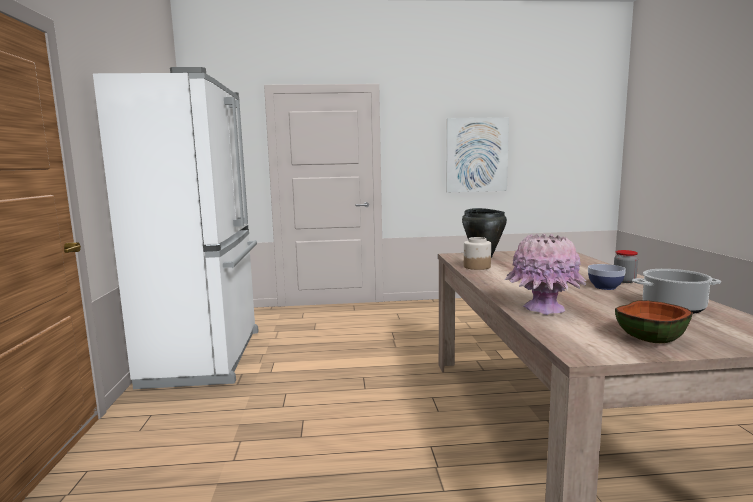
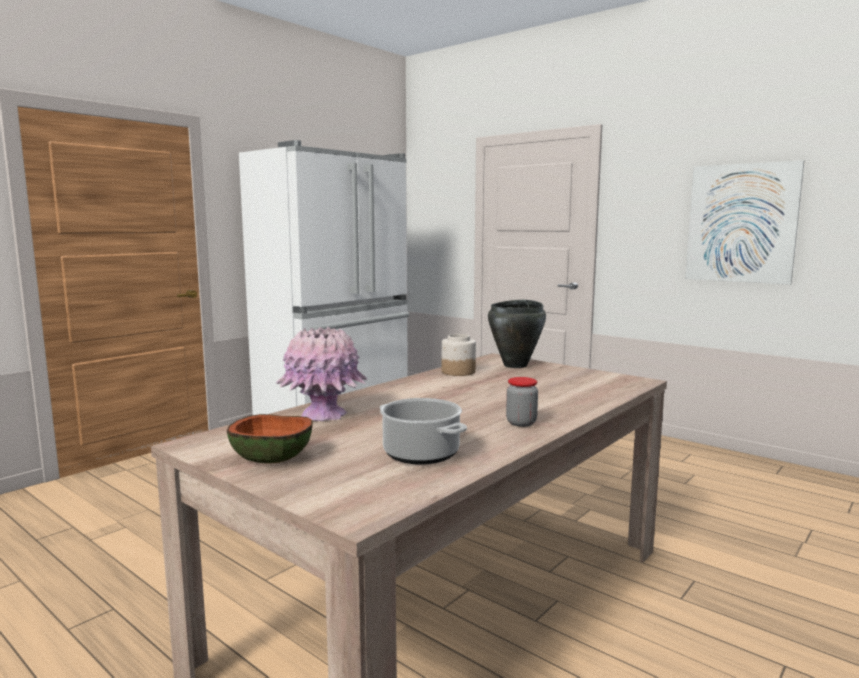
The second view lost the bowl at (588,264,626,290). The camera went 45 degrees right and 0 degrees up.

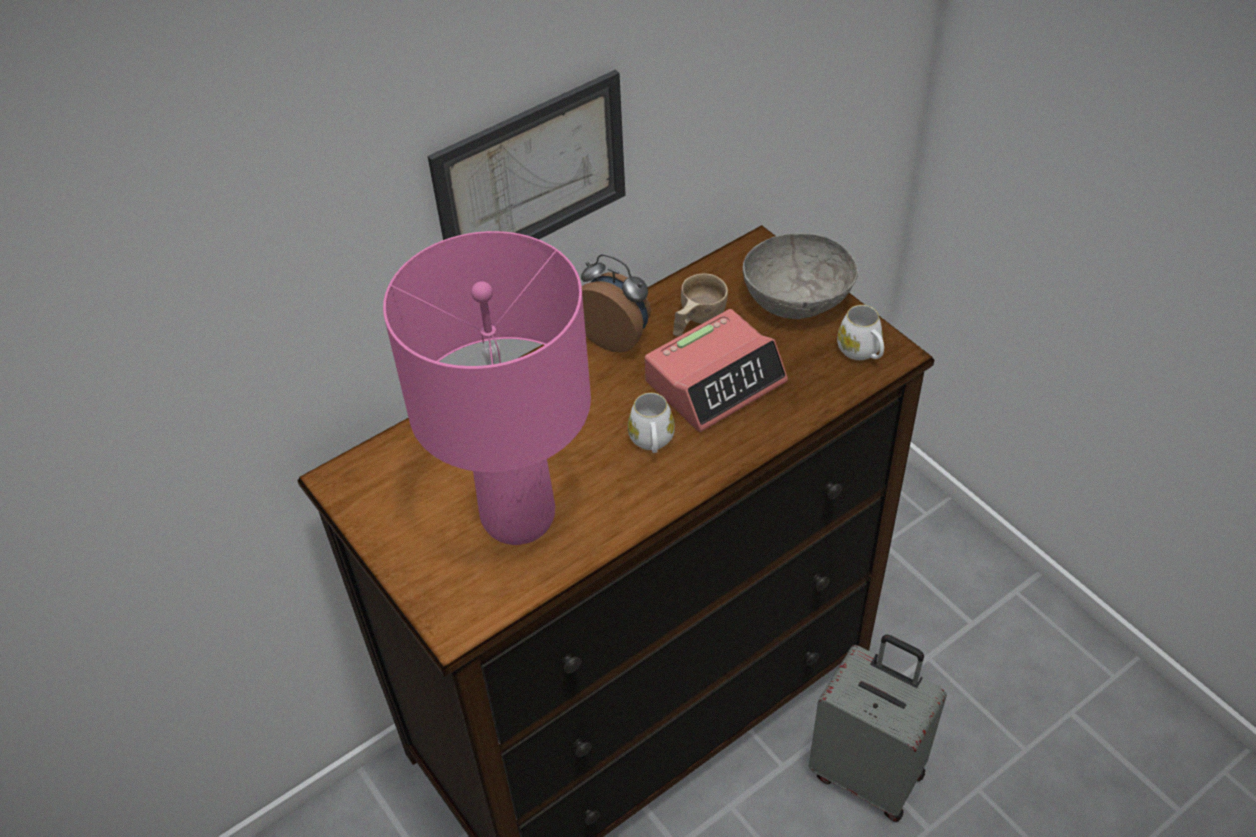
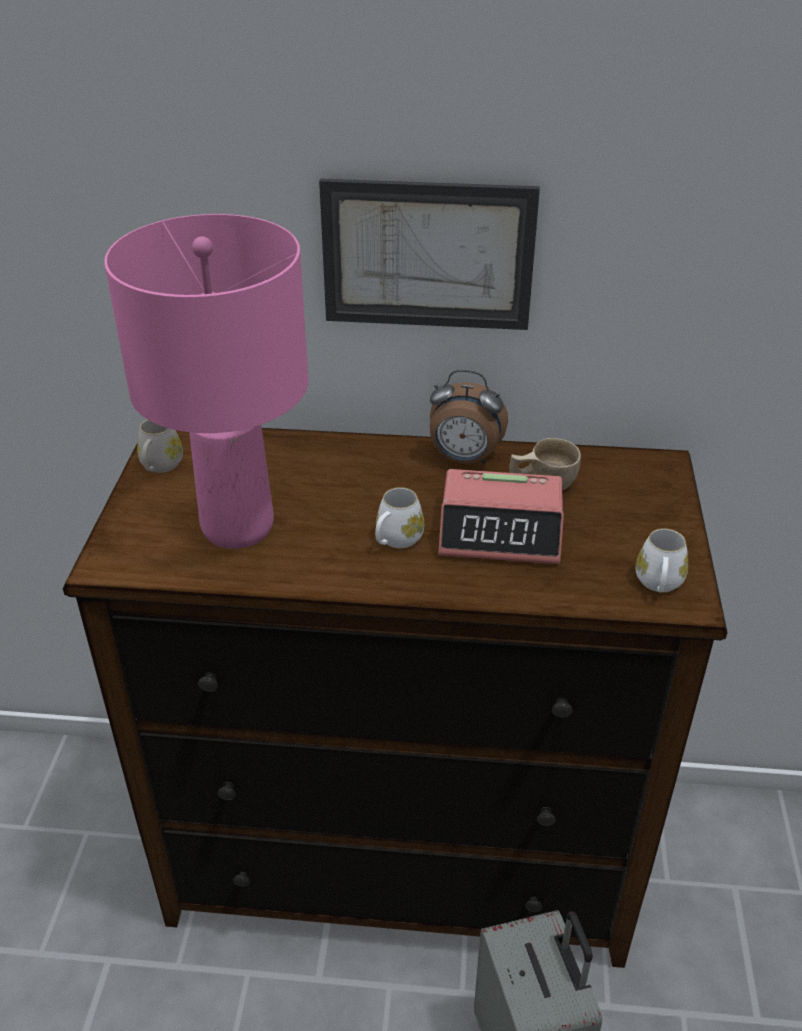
The second view lost the bowl (gray) at (743,233,858,319). The bedside clock at (581,254,651,353) ended up facing another way, 120 degrees clockwise from before. The second view gained the mug (white) at (137,419,183,473). The camera went 40 degrees right and 10 degrees down.

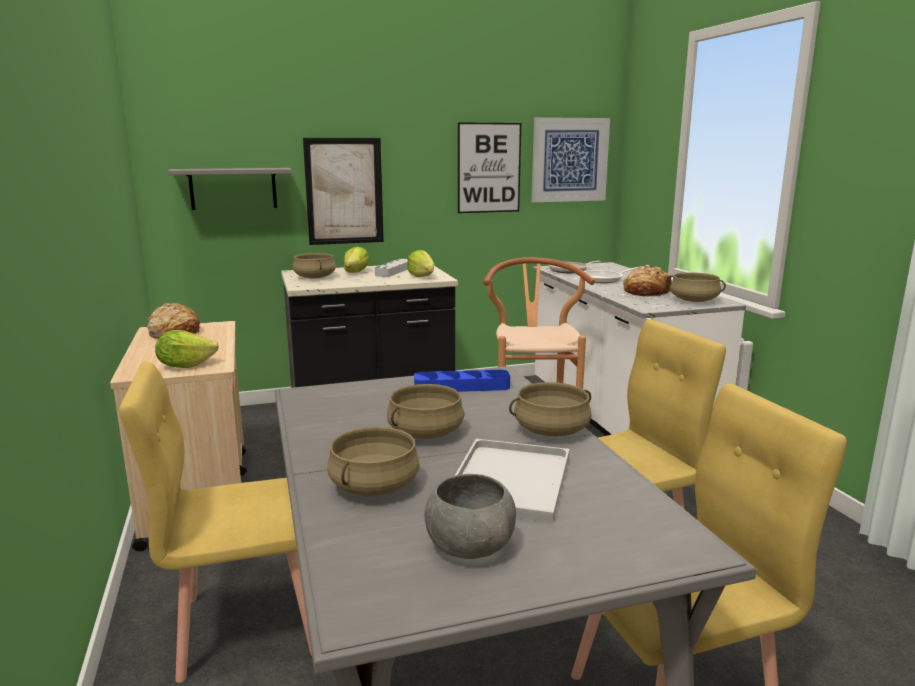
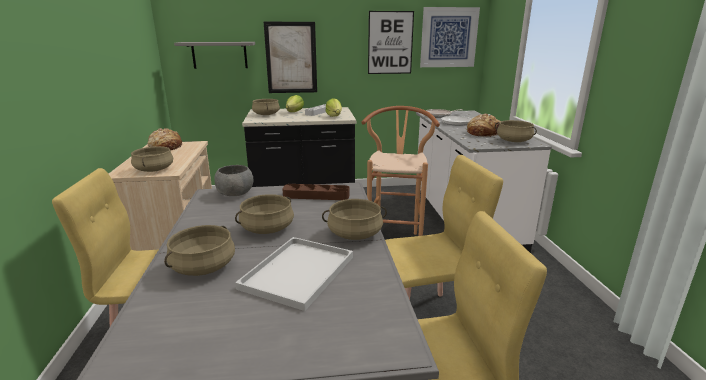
Where the lettuce stood at (155,330,219,368), the stockpot (sand-coloured) came to stand at (131,146,173,172). What was the carrying tray (bluish) at (414,370,510,392) turned into the carrying tray (brown-coloured) at (282,184,350,200). The bowl (gray) ended up elsewhere, having gone from (424,474,516,559) to (214,165,253,196). The camera went 10 degrees right and 5 degrees up.

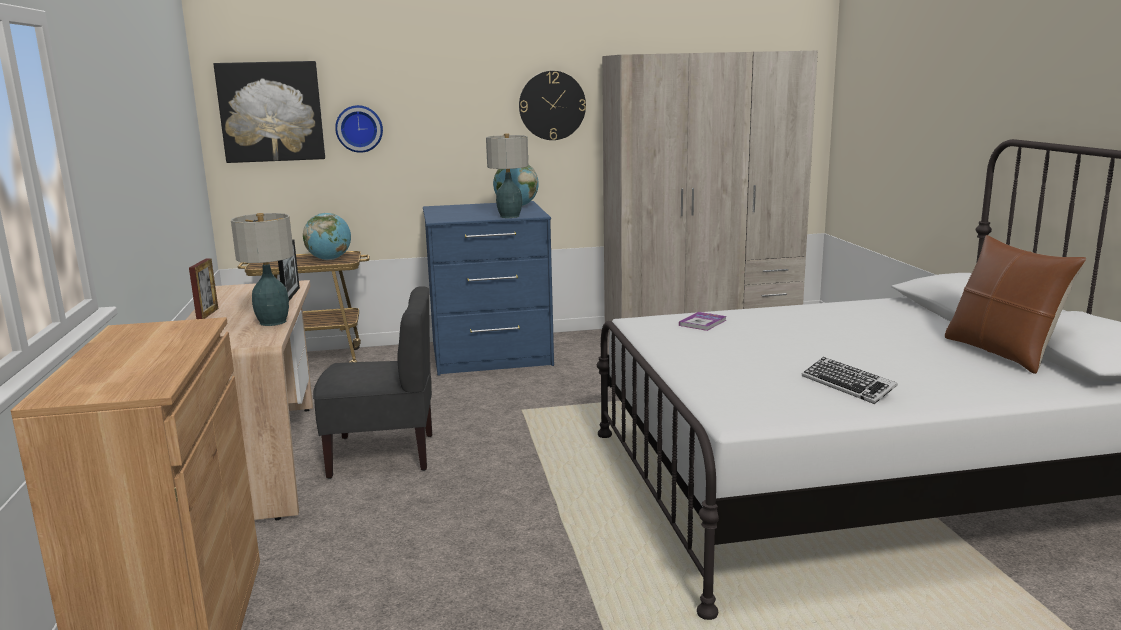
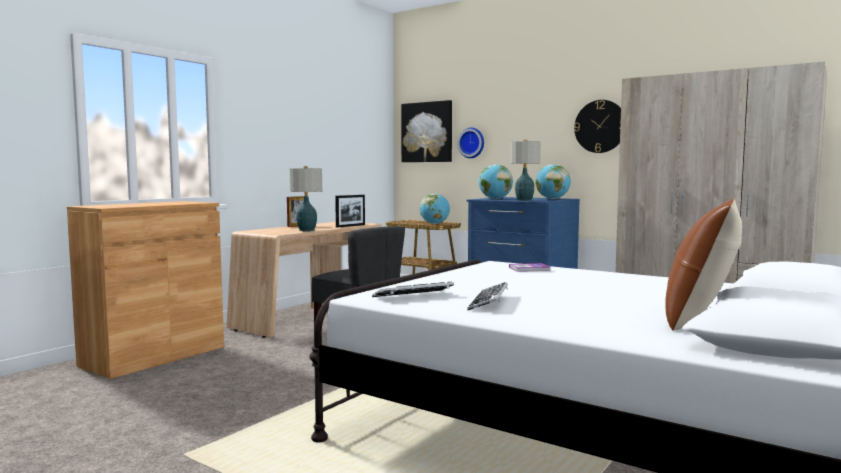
The second view gained the globe at (479,164,513,199). The second view gained the PC keyboard at (372,282,454,297). The camera went 45 degrees right and 10 degrees down.

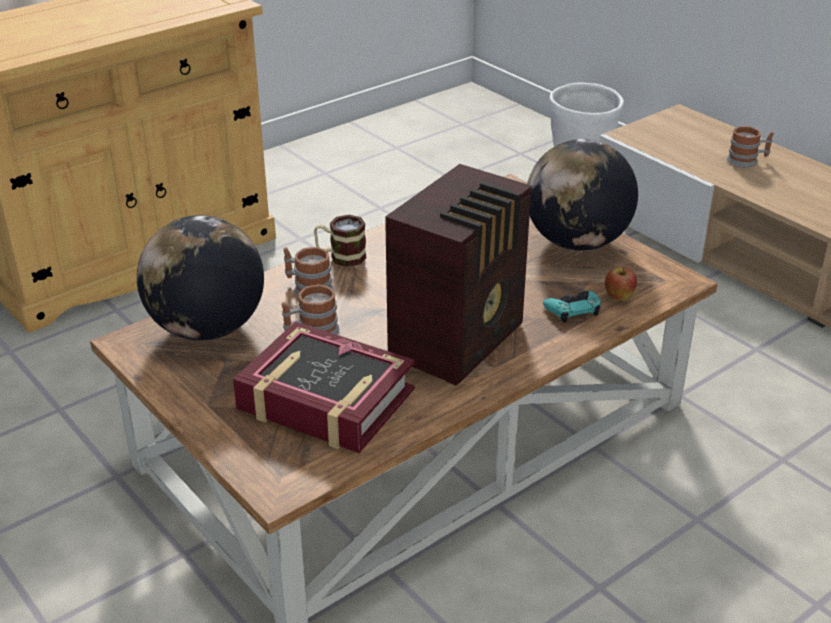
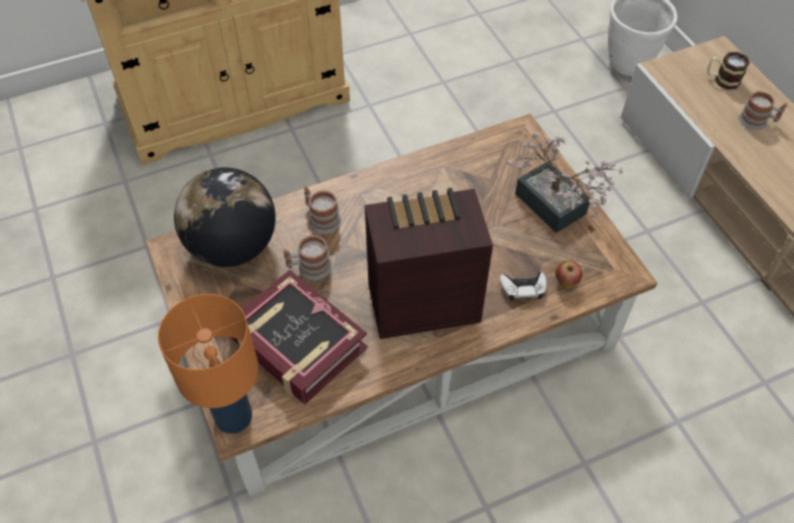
Where the globe stood at (527,139,638,251), the potted plant came to stand at (507,132,623,233). The radio at (385,164,532,386) ended up facing another way, 150 degrees counterclockwise from before. The mug ended up elsewhere, having gone from (314,215,367,267) to (707,52,750,90). What was the game controller (blue-green) at (543,291,601,322) turned into the game controller (white) at (500,272,546,301). The second view gained the tabletop lamp (orange) at (158,294,258,434). The camera went 15 degrees right and 20 degrees up.

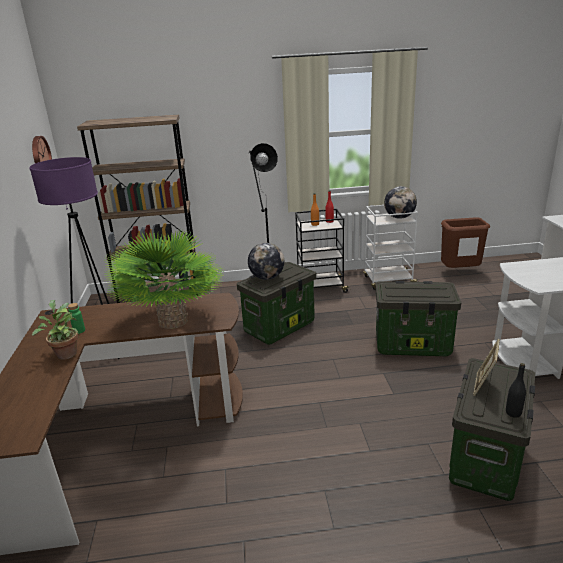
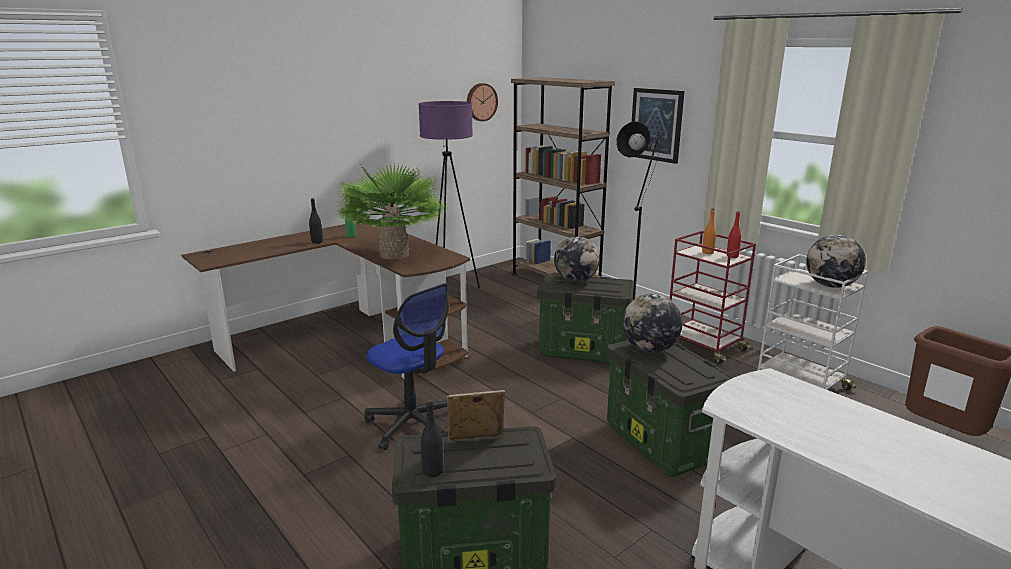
What was the trolley (black) at (295,209,350,293) turned into the trolley (red-coloured) at (670,231,756,364). Where the potted plant stood at (32,300,79,360), the beverage bottle (black) came to stand at (309,198,323,243). The second view gained the picture at (632,88,684,164). The second view gained the desk chair at (365,283,449,450). The second view gained the globe at (622,294,682,353). The camera went 55 degrees right and 5 degrees down.

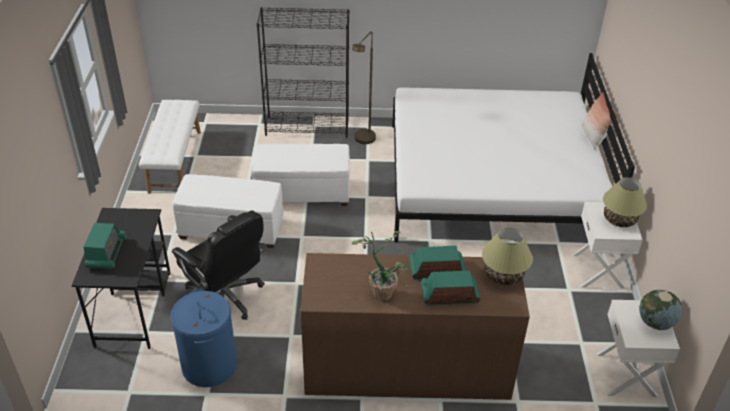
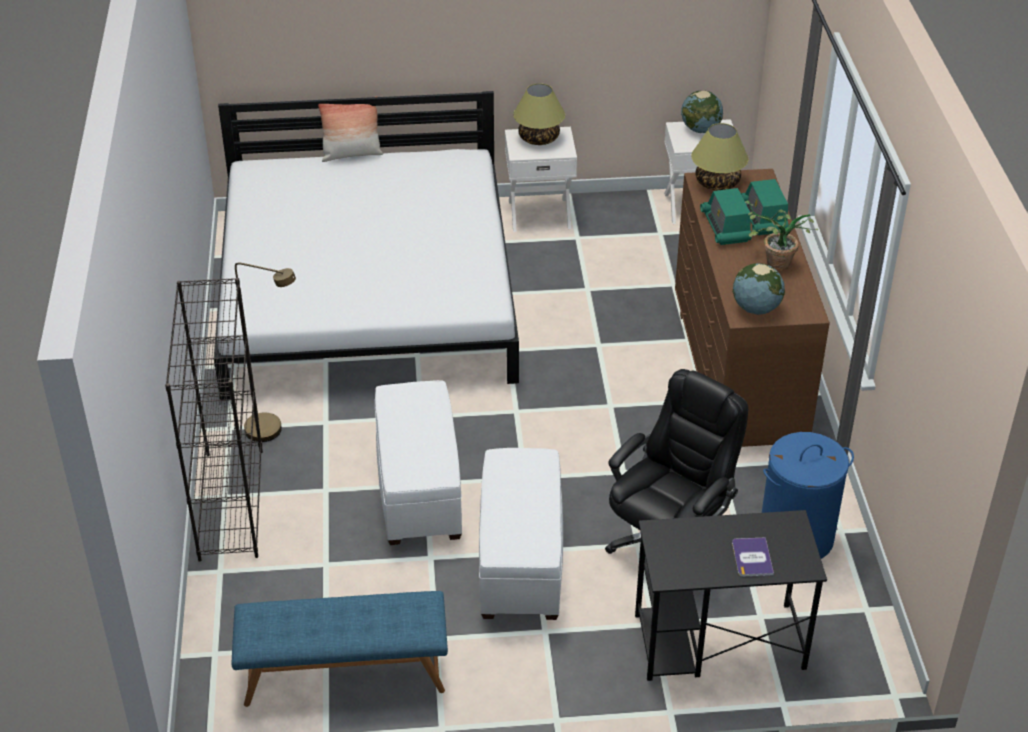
What was the long seat (white) at (139,100,201,194) turned into the long seat (bluish) at (231,591,448,707). Where the radio stood at (84,223,127,269), the volume came to stand at (732,537,774,576). The second view gained the globe at (732,263,785,315). The camera went 95 degrees left and 0 degrees up.

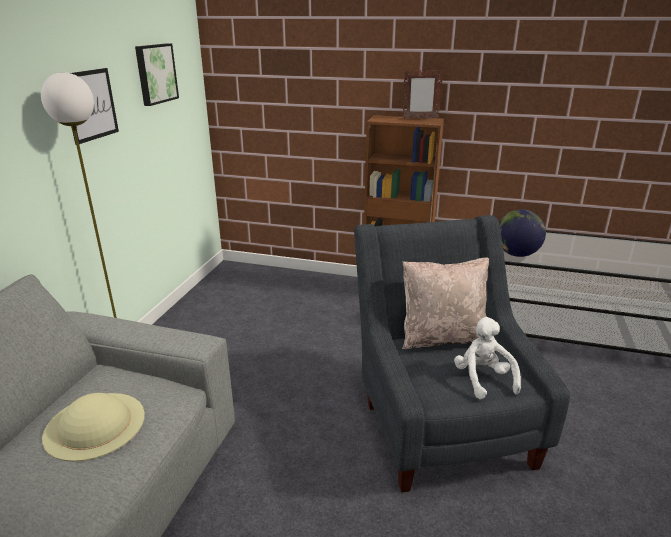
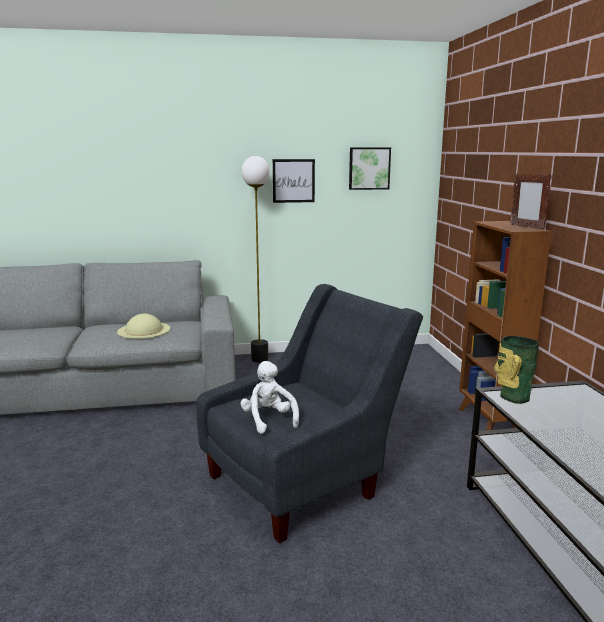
Where the globe stood at (499,209,546,257), the flower vase came to stand at (494,336,539,404). The second view lost the cushion (sand-coloured) at (402,258,489,349). The plush toy (white) at (454,317,521,399) ended up facing another way, 75 degrees counterclockwise from before. The camera went 65 degrees right and 10 degrees down.

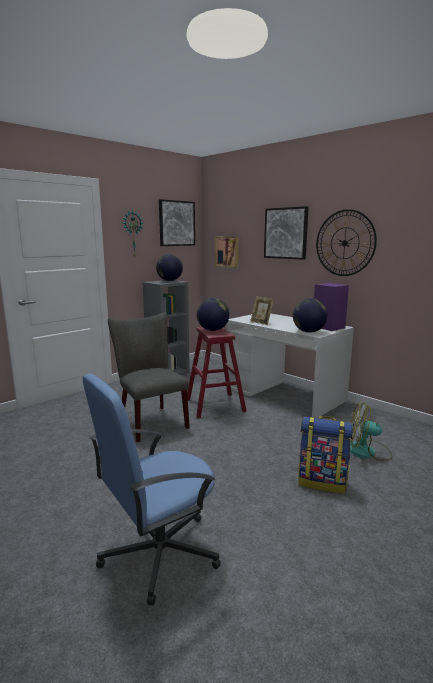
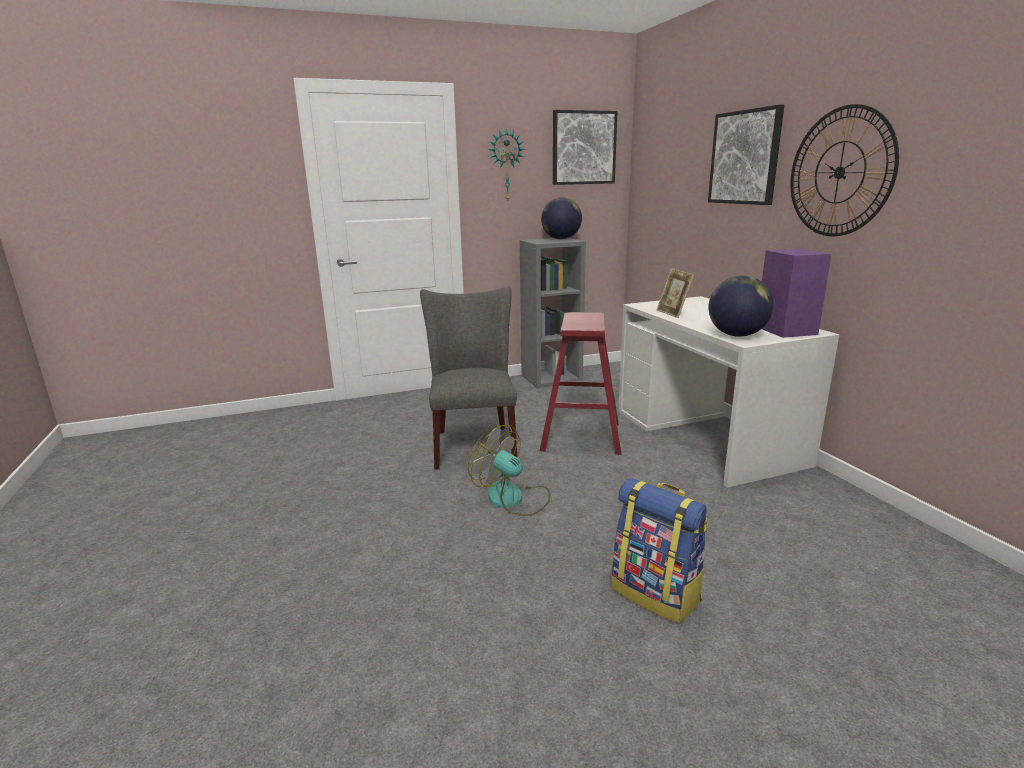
The second view lost the picture at (215,237,239,268). The second view lost the globe at (197,298,229,331). The second view lost the desk chair (bluish) at (83,374,221,606). The electric fan ended up elsewhere, having gone from (350,402,393,461) to (468,425,551,516). The camera went 25 degrees right and 5 degrees up.

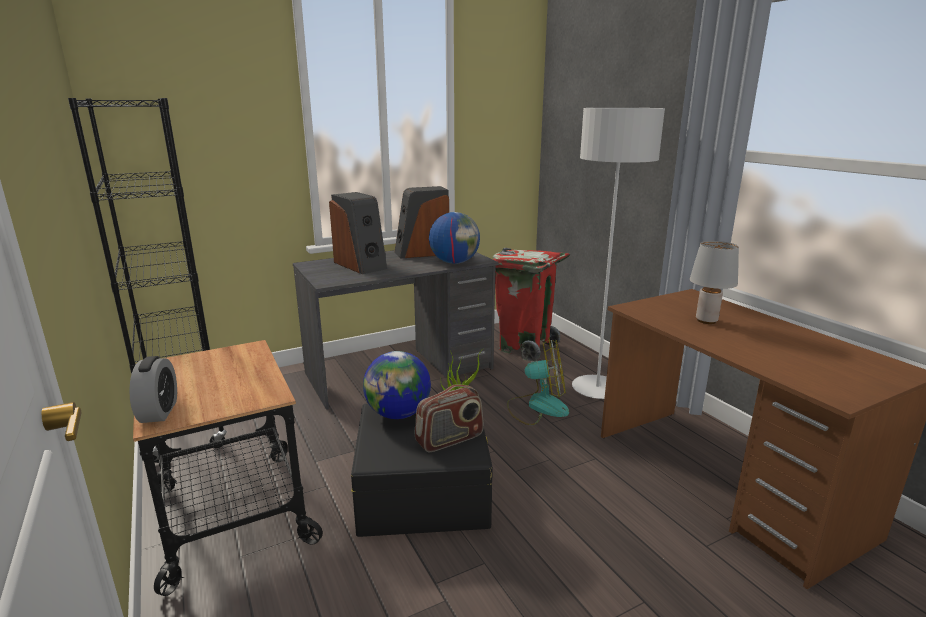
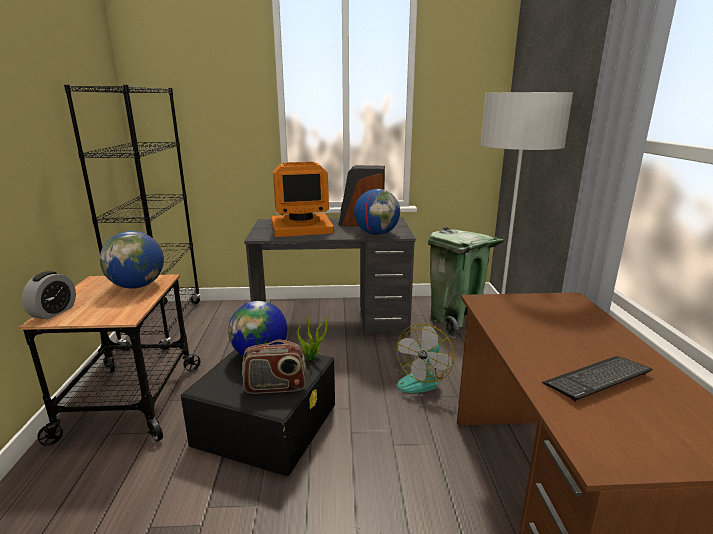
Where the audio speaker stood at (329,192,387,274), the computer display came to stand at (271,162,334,237). The second view lost the tabletop lamp (gray) at (690,241,739,324). What was the rubbish bin (red-coloured) at (493,248,570,362) turned into the rubbish bin (green-coloured) at (428,227,504,338). The electric fan at (507,338,569,425) ended up facing another way, 90 degrees clockwise from before. The second view gained the globe at (100,231,164,289). The second view gained the PC keyboard at (542,356,652,402). The camera went 25 degrees right and 0 degrees up.

